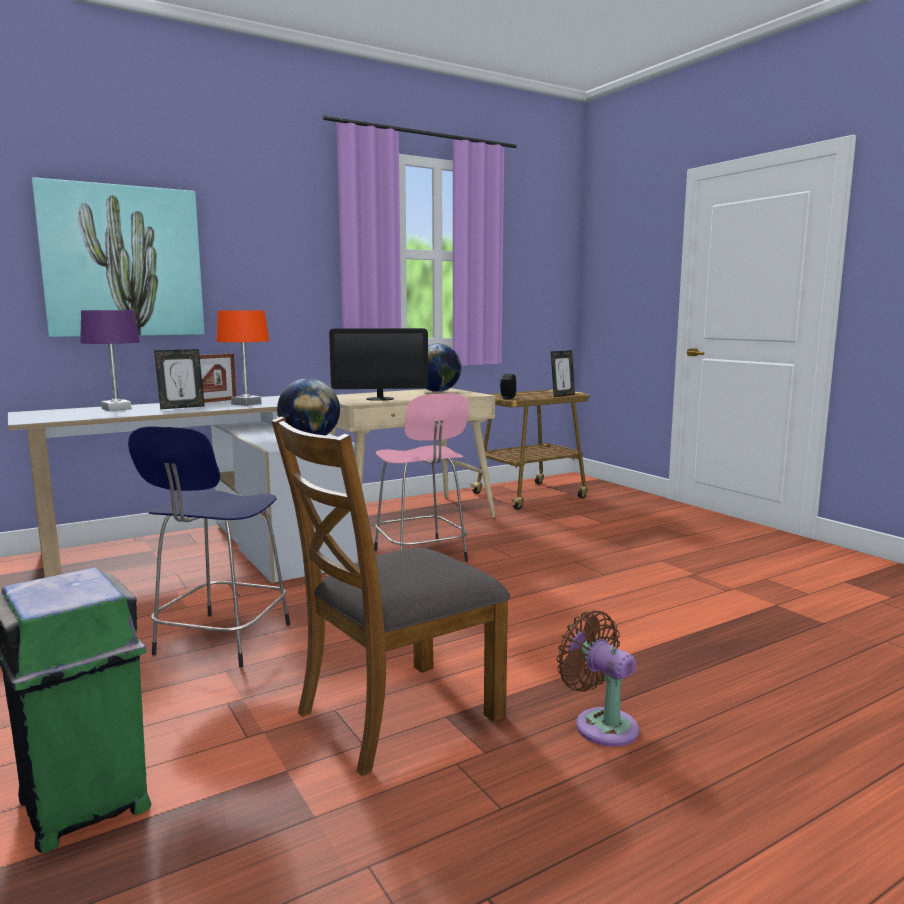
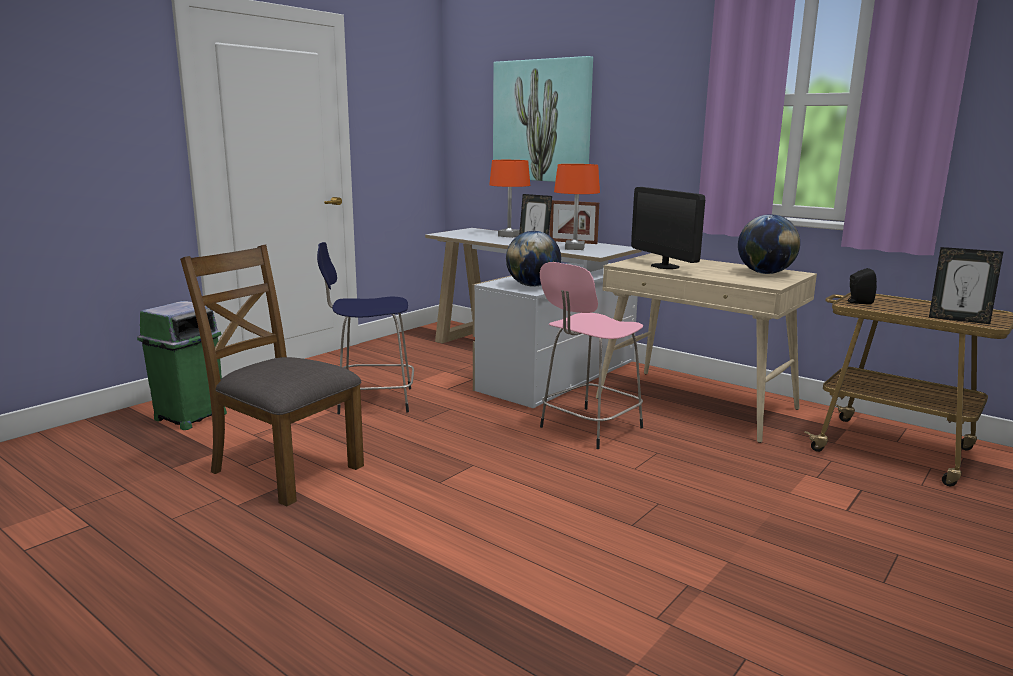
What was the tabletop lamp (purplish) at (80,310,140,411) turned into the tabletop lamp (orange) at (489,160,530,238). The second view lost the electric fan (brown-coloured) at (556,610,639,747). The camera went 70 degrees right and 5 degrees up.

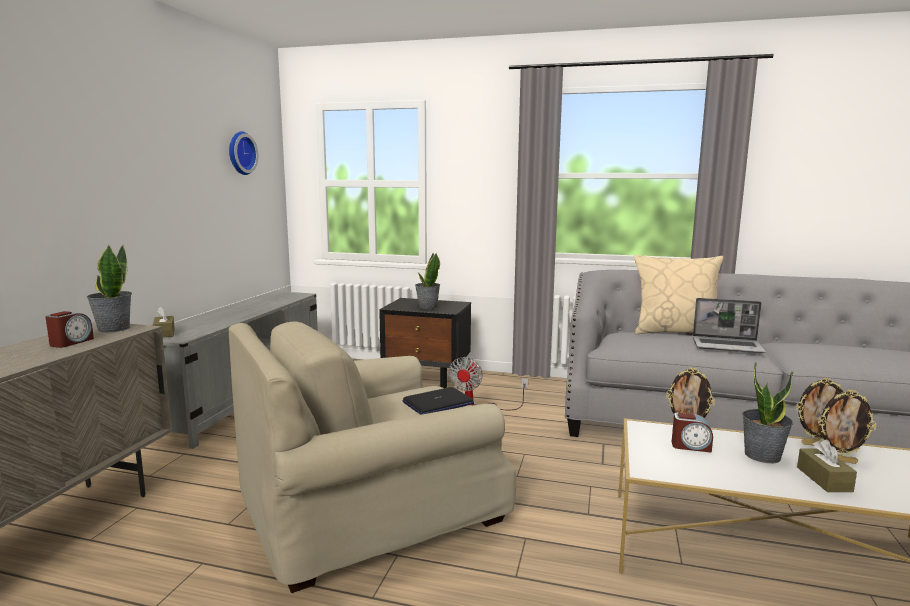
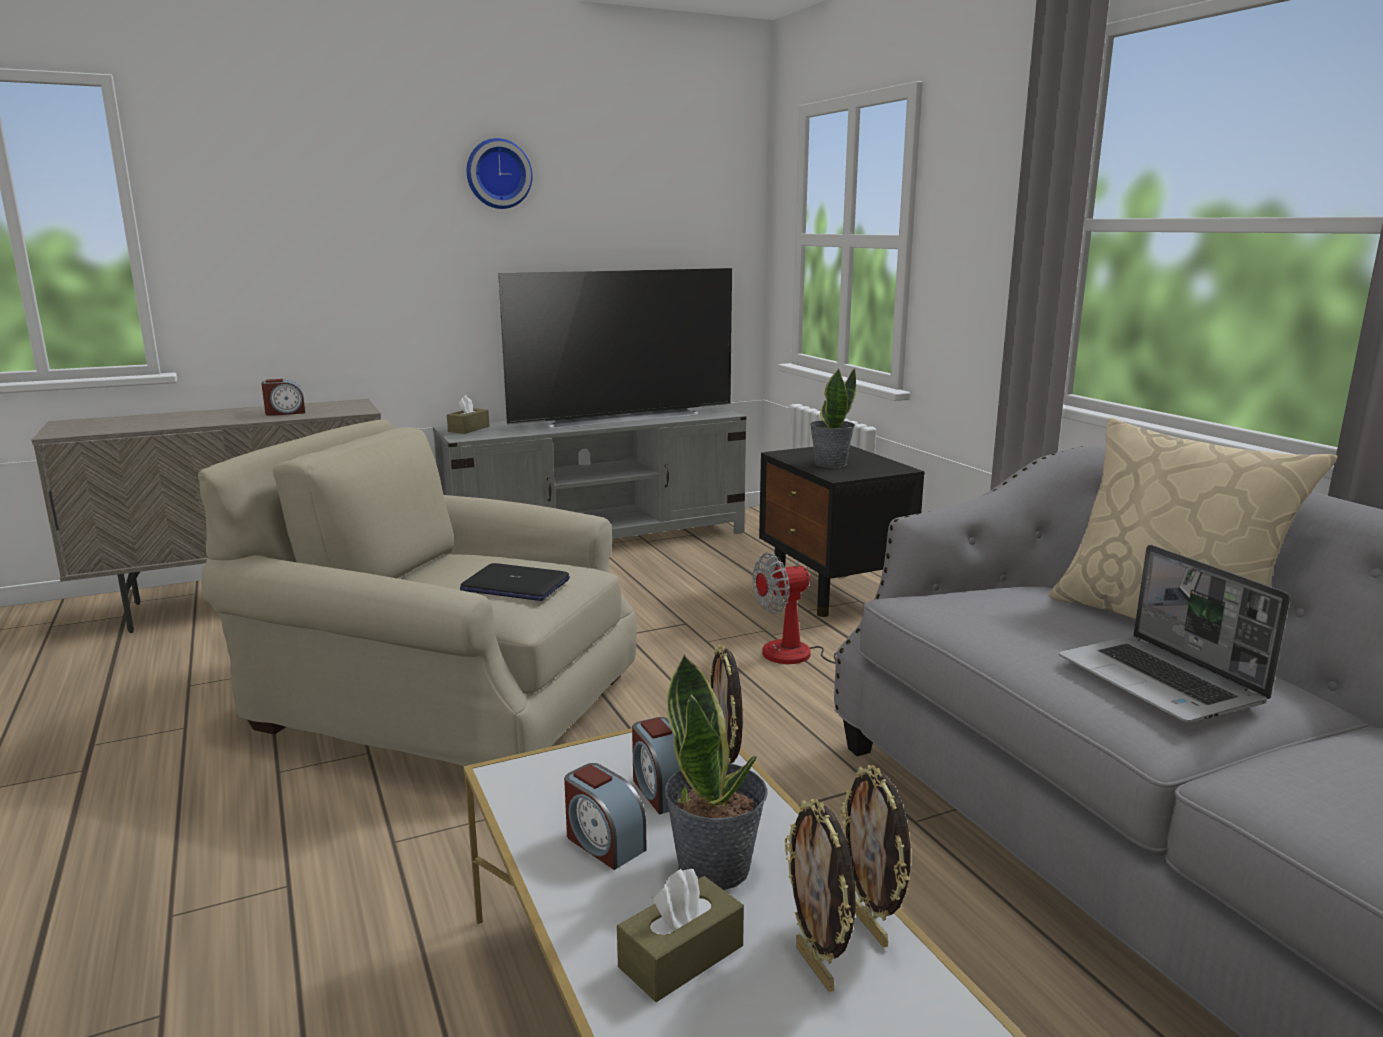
The wall clock ended up elsewhere, having gone from (229,131,258,175) to (467,138,533,209). The second view lost the potted plant at (87,245,132,333). The second view gained the TV at (498,268,732,428). The second view gained the bedside clock at (564,763,647,870). The camera went 50 degrees right and 5 degrees up.

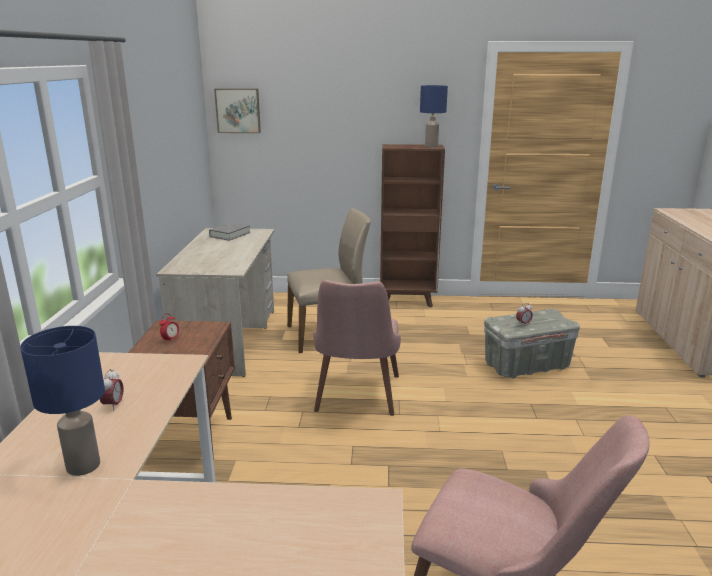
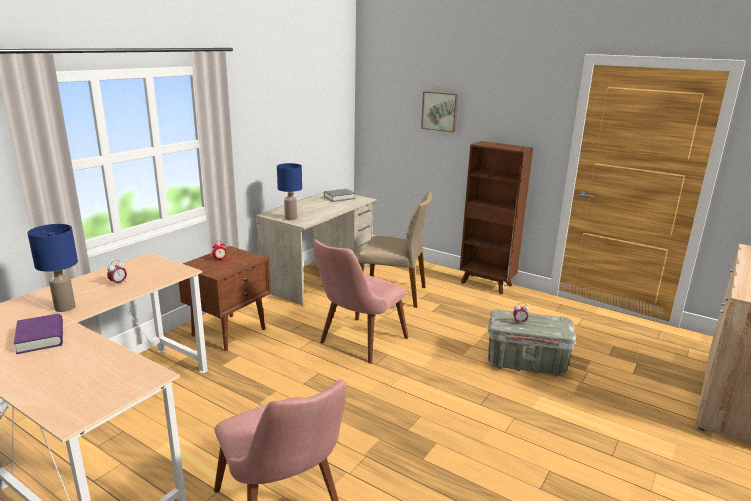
The tabletop lamp (bluish) ended up elsewhere, having gone from (420,85,448,147) to (277,163,302,220). The picture ended up elsewhere, having gone from (214,88,261,133) to (421,91,459,133). The second view gained the volume (purplish) at (14,314,63,354). The camera went 30 degrees right and 0 degrees up.

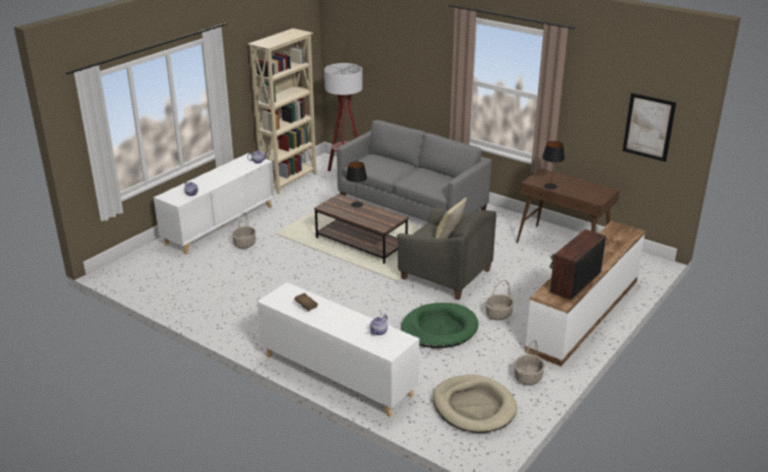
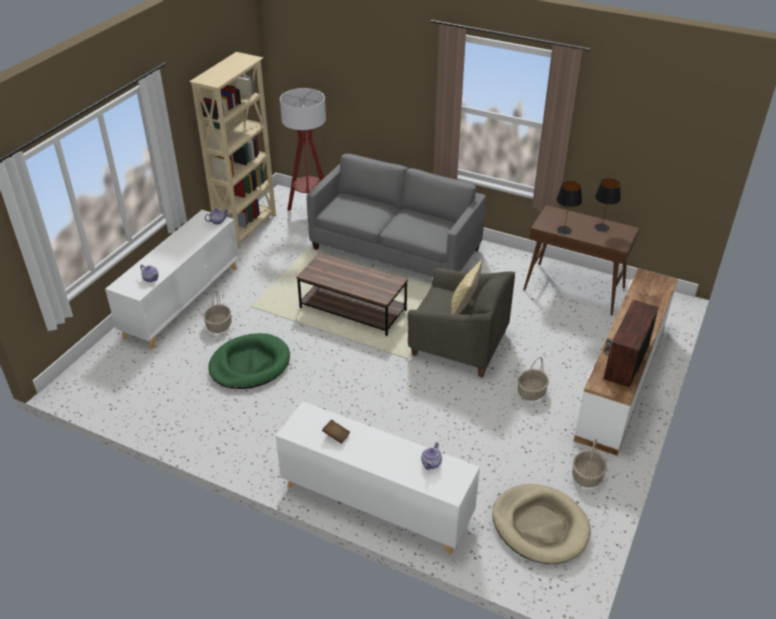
The second view lost the picture at (623,93,676,162). The tabletop lamp (black) ended up elsewhere, having gone from (346,162,367,208) to (595,178,621,232). The dog bed (green-coloured) ended up elsewhere, having gone from (401,303,479,348) to (208,333,290,389). The camera went 10 degrees left and 10 degrees up.

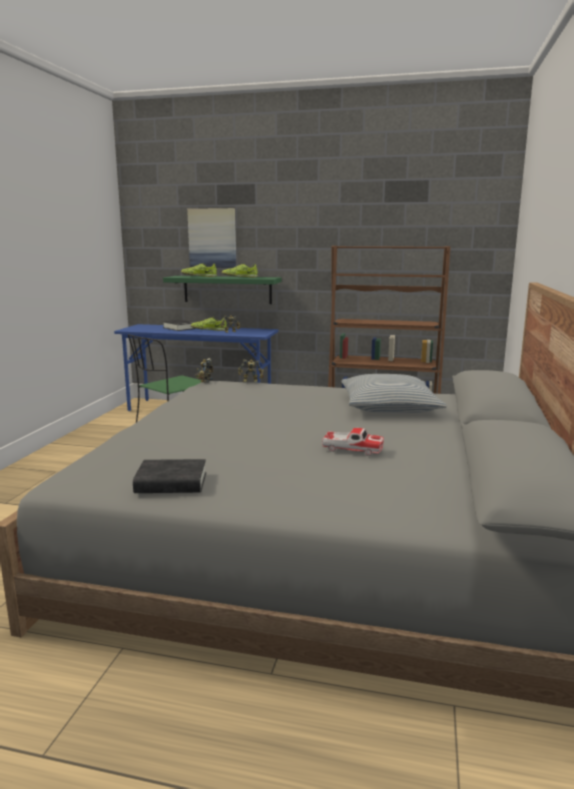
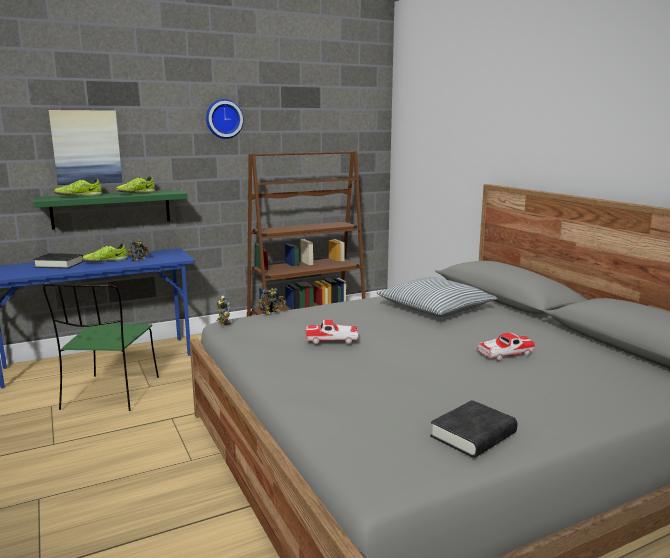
The second view gained the wall clock at (206,99,244,139). The second view gained the toy car at (306,320,359,344). The camera went 40 degrees left and 0 degrees up.

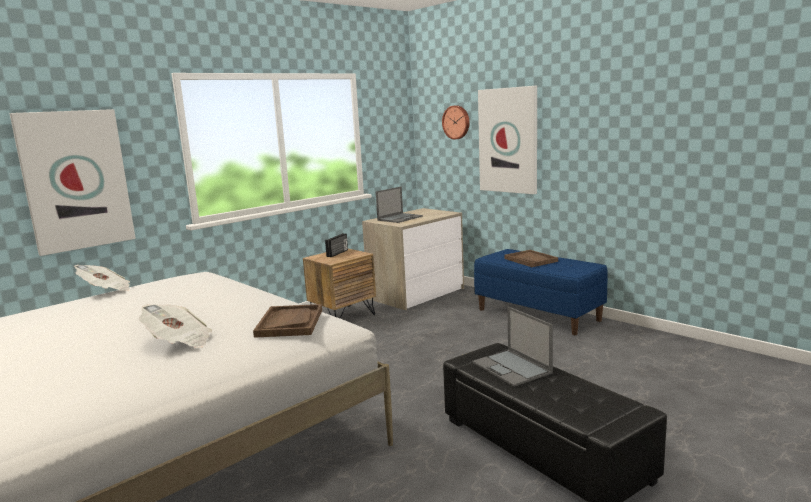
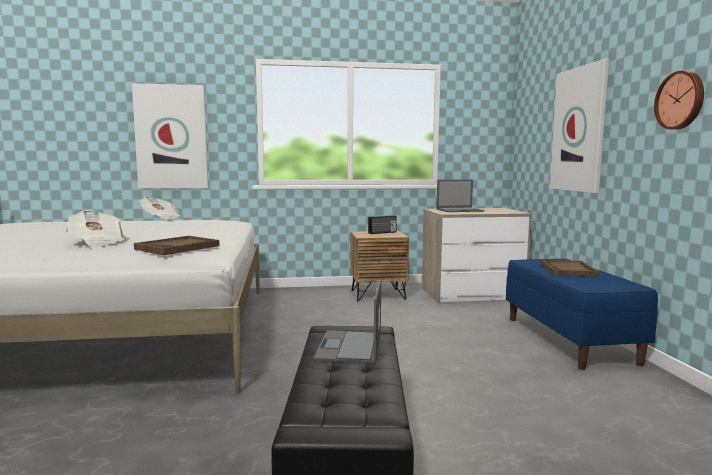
The wall clock ended up elsewhere, having gone from (442,105,470,139) to (654,71,704,130). The camera went 35 degrees right and 5 degrees down.

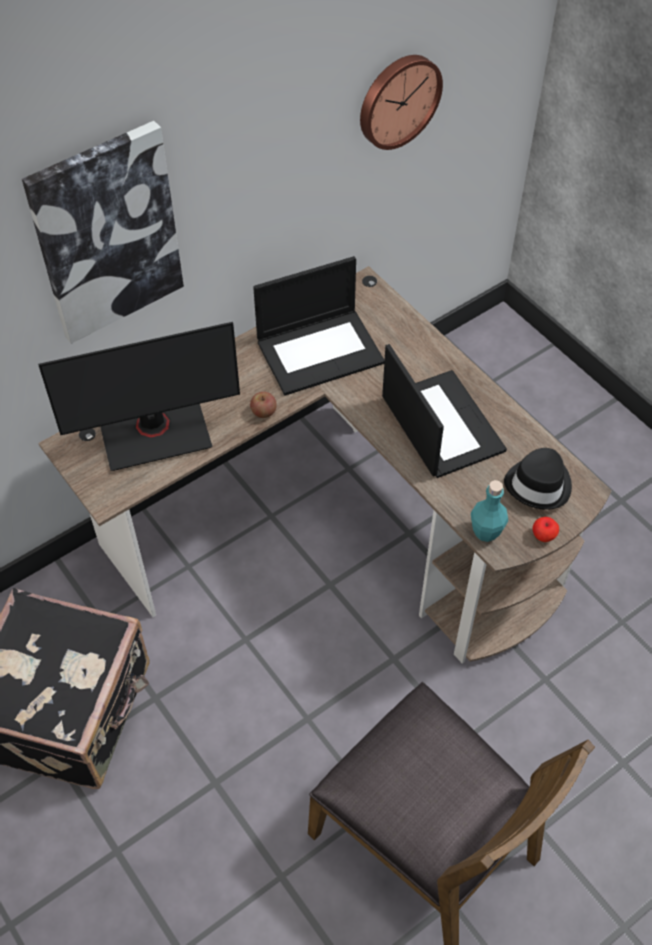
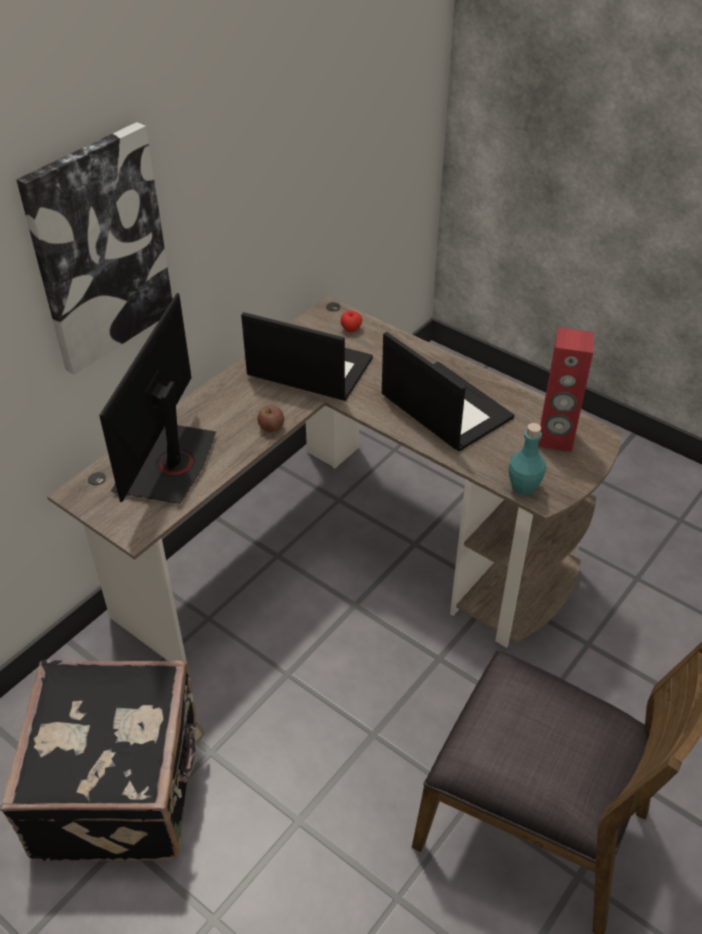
The second view lost the wall clock at (360,55,443,150). The notebook computer at (253,256,385,396) ended up facing another way, 120 degrees counterclockwise from before. The computer display at (38,322,240,471) ended up facing another way, 135 degrees clockwise from before. Where the hat (black) stood at (504,448,572,510), the audio speaker (red-coloured) came to stand at (538,327,594,452). The whole apple ended up elsewhere, having gone from (532,517,559,542) to (341,311,362,332). The camera went 15 degrees left and 10 degrees down.

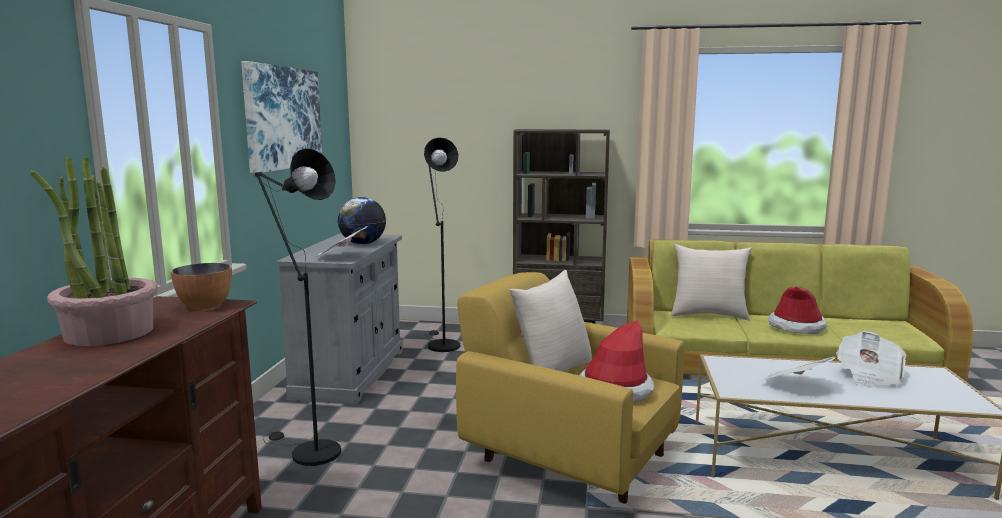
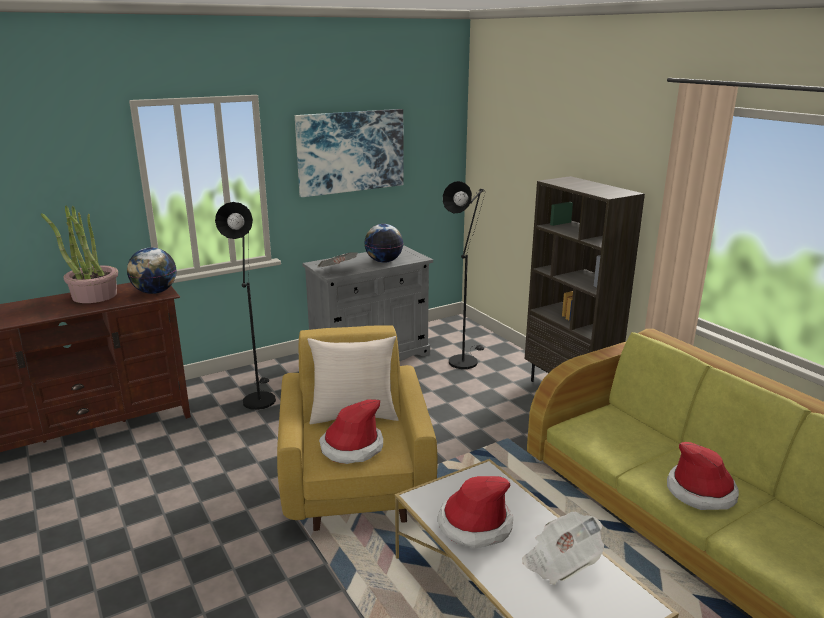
The second view lost the cushion (sand-coloured) at (671,244,752,321). Where the bowl stood at (171,263,232,309), the globe came to stand at (127,247,177,294). Where the printed paper stood at (764,356,836,380), the hat came to stand at (438,476,513,548). The camera went 50 degrees right and 10 degrees up.

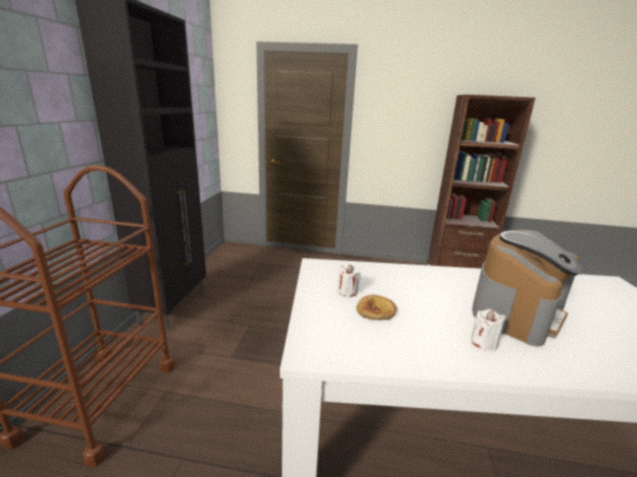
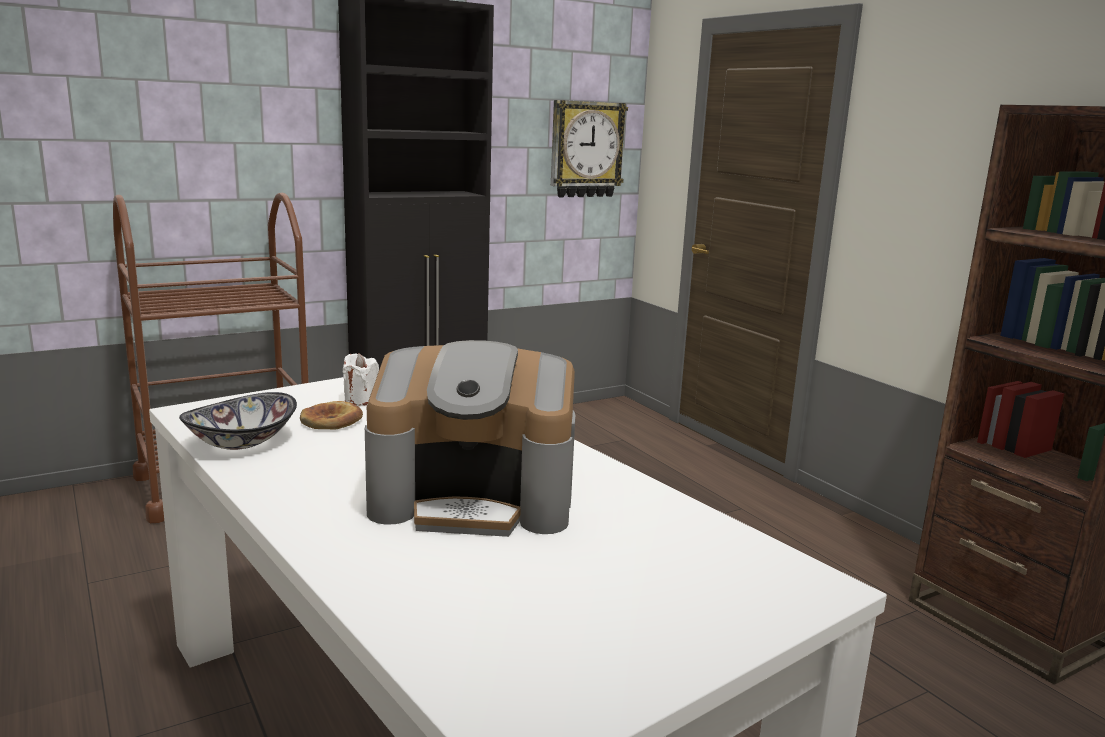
The second view lost the wax candle (white) at (470,309,506,351). The second view gained the wall clock at (551,100,628,198). The second view gained the bowl at (179,392,297,450). The camera went 50 degrees right and 5 degrees down.

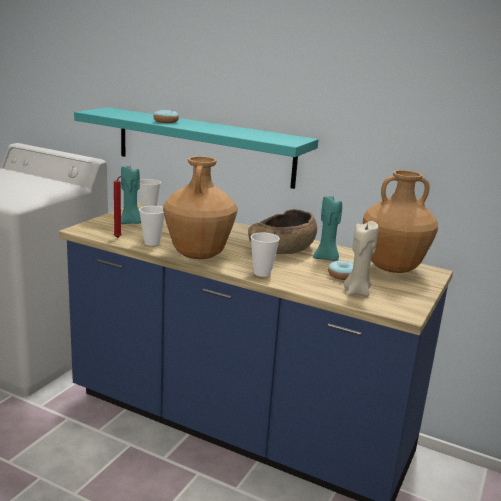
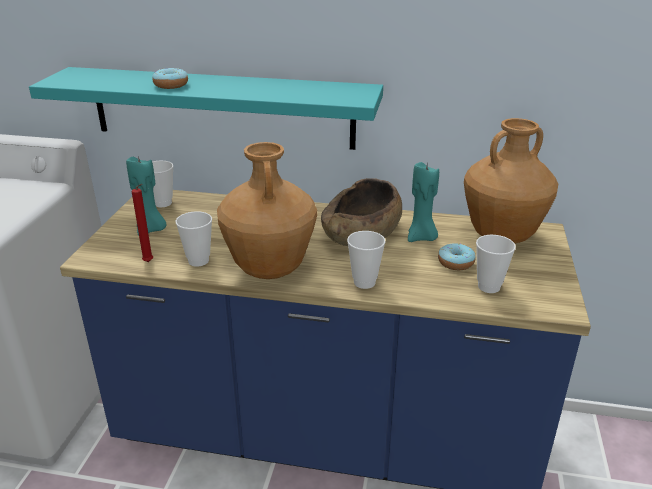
Where the wax candle (sand-coloured) stood at (344,221,378,296), the cup came to stand at (476,235,516,293). The camera went 15 degrees left and 10 degrees up.

